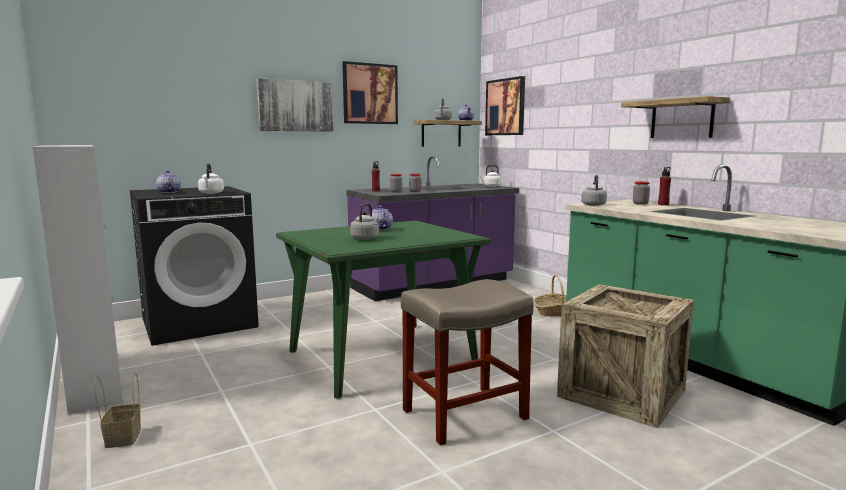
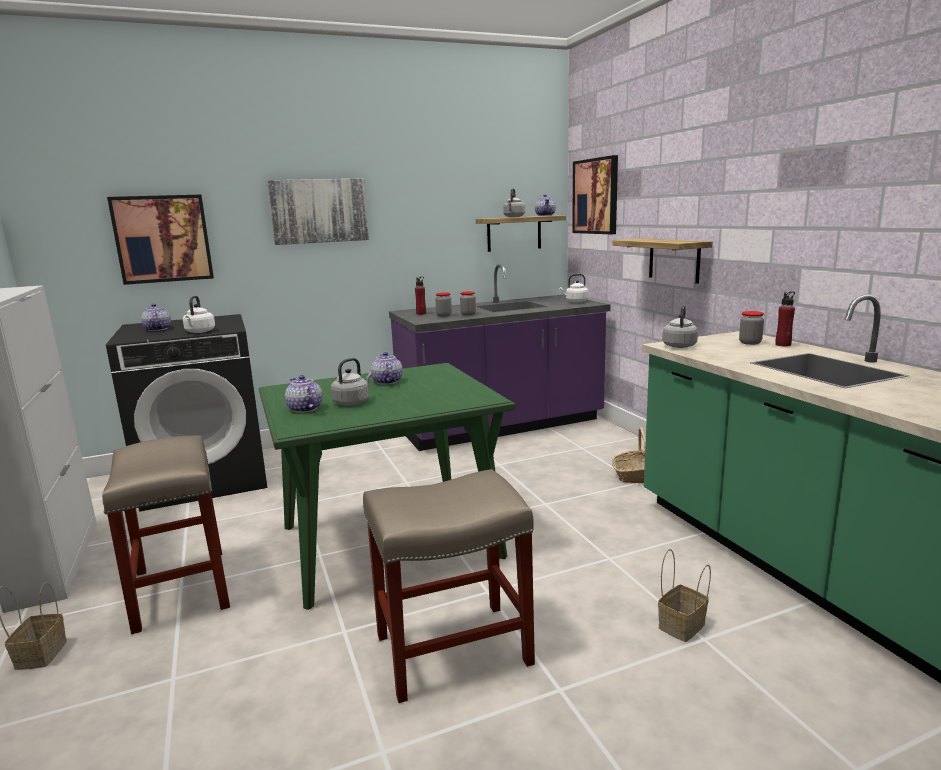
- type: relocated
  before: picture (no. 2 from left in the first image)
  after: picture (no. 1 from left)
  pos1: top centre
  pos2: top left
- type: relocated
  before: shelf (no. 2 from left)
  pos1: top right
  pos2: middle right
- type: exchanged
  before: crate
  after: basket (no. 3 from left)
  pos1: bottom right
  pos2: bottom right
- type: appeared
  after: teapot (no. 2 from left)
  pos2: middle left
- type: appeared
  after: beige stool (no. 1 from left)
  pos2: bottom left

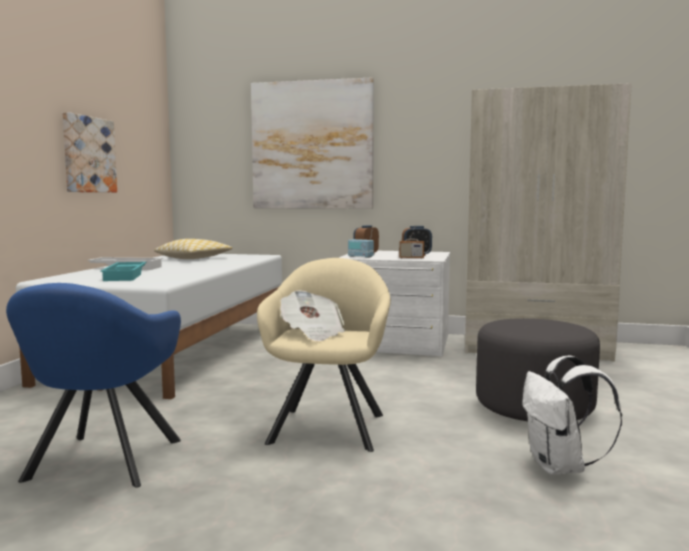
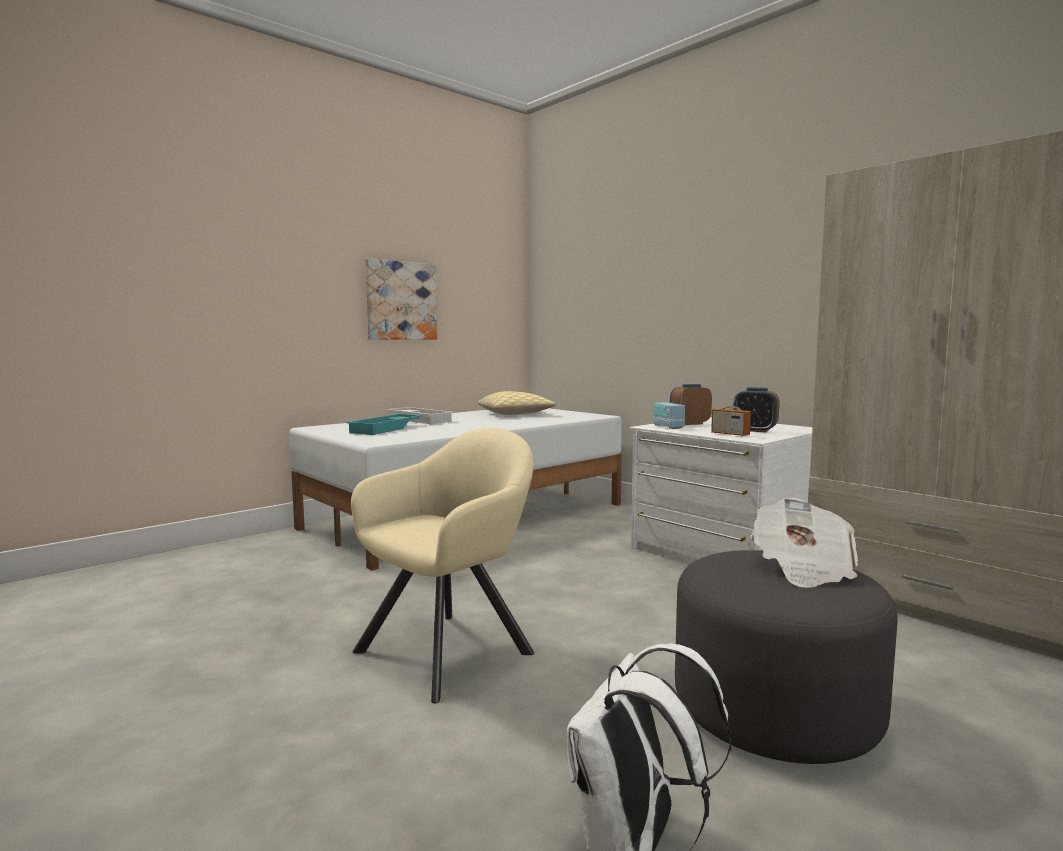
- type: missing
  before: picture (no. 2 from left)
  pos1: top centre
- type: missing
  before: blue armchair
  pos1: bottom left
- type: relocated
  before: newspaper
  pos1: centre
  pos2: middle right

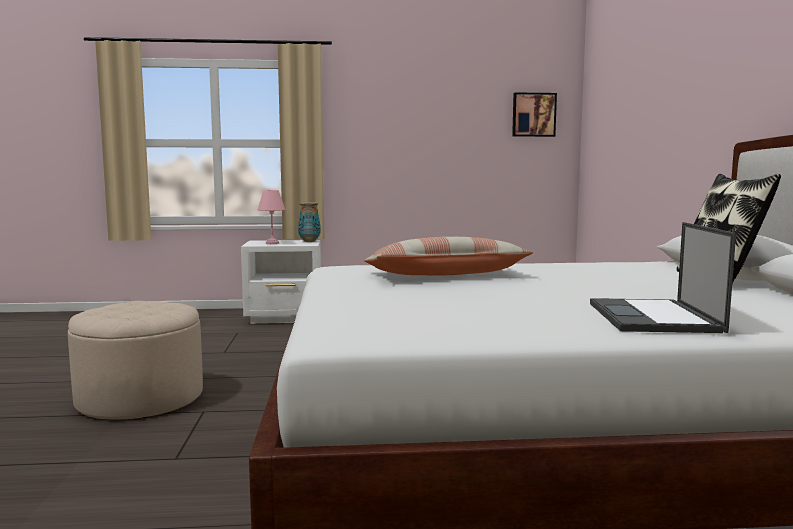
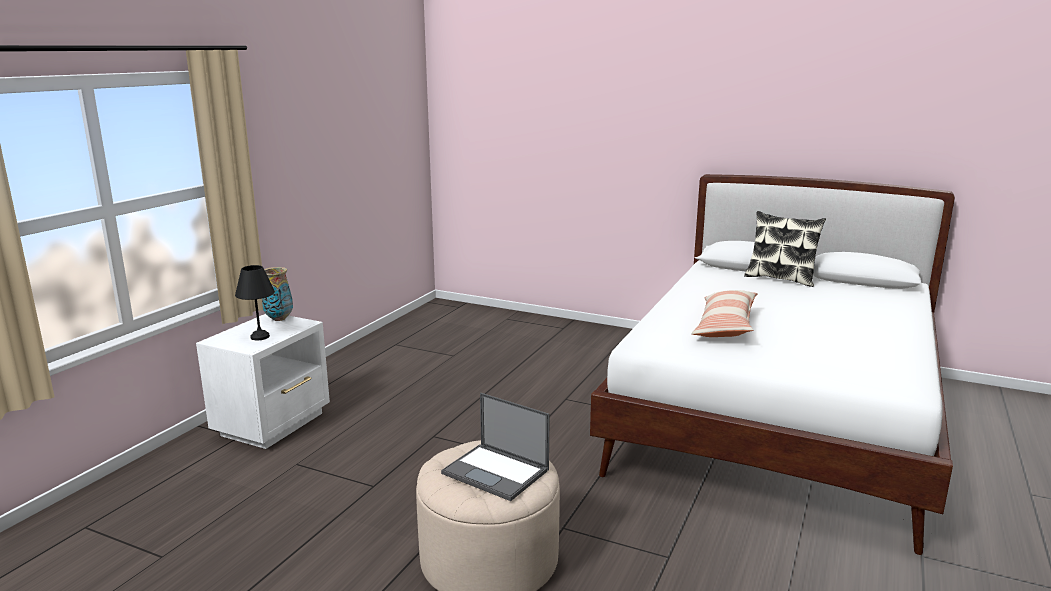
- type: missing
  before: picture
  pos1: top right
- type: colour
  before: pink table lamp
  after: black table lamp
  pos1: centre
  pos2: middle left
- type: relocated
  before: laptop
  pos1: middle right
  pos2: bottom centre

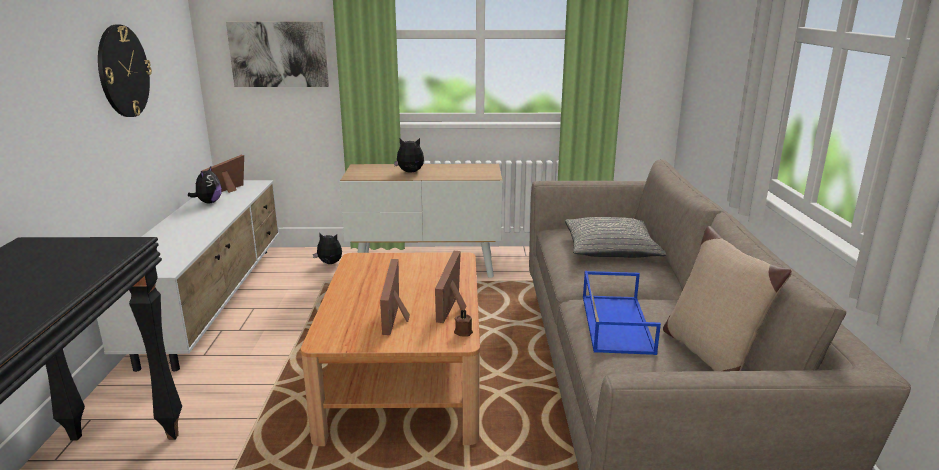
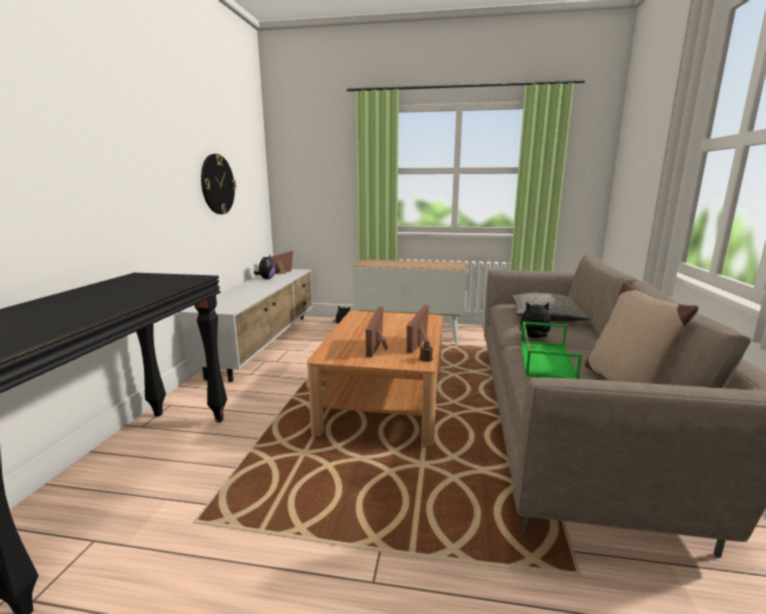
- type: missing
  before: picture
  pos1: top left
- type: relocated
  before: plush toy (no. 3 from left)
  pos1: top centre
  pos2: middle right
- type: colour
  before: blue tray
  after: green tray
  pos1: centre
  pos2: middle right

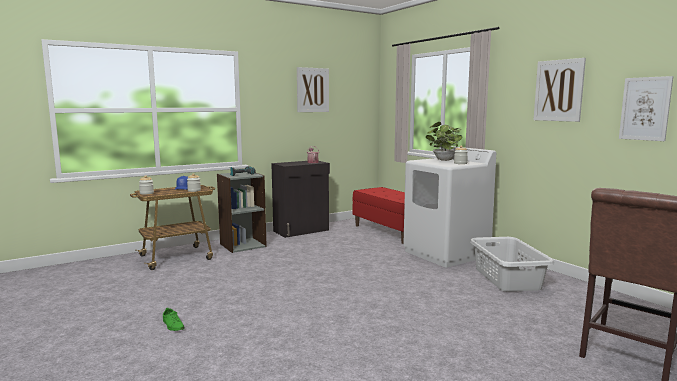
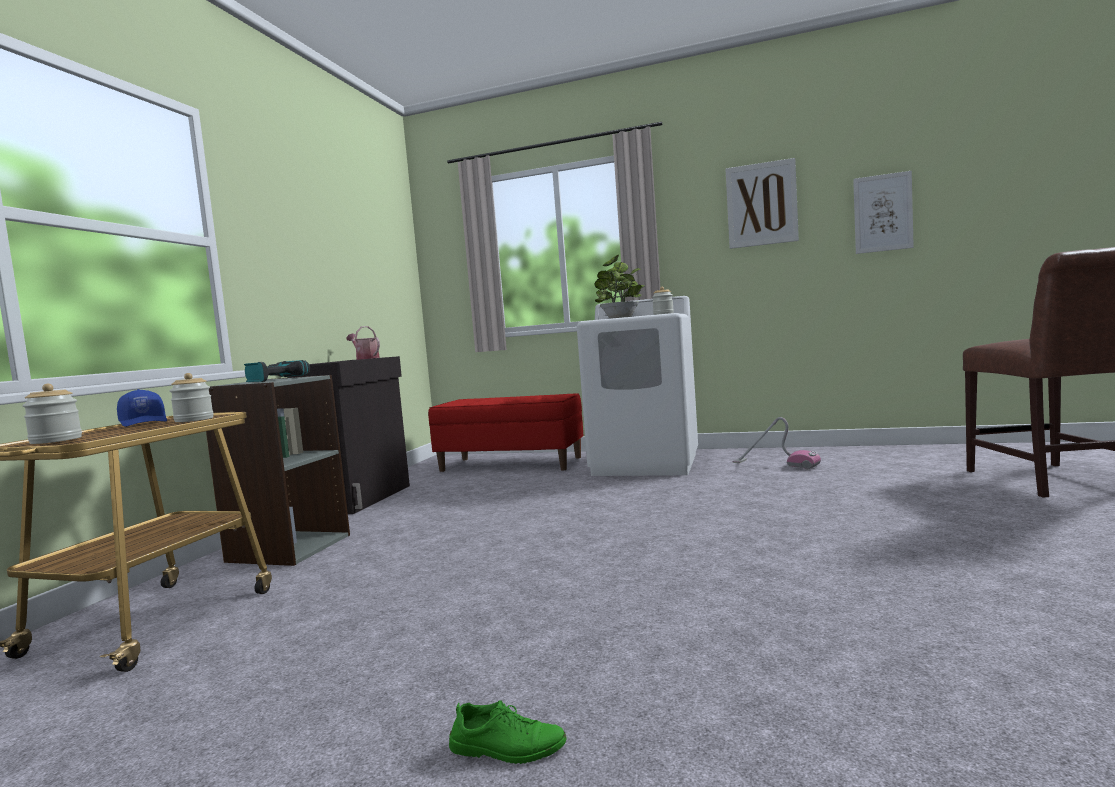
- type: missing
  before: picture (no. 1 from left)
  pos1: top centre
- type: exchanged
  before: grey laundry basket
  after: vacuum cleaner
  pos1: bottom right
  pos2: middle right

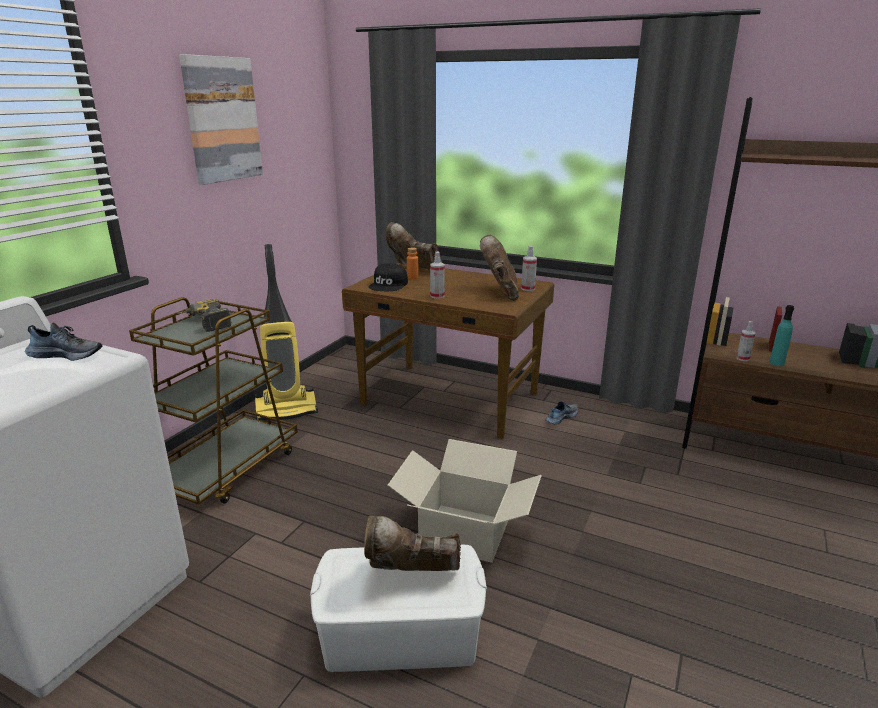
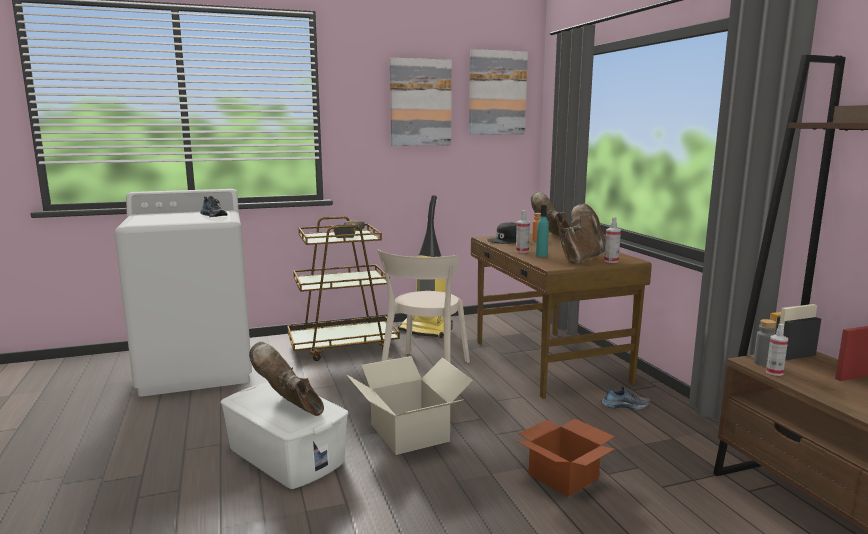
- type: relocated
  before: turquoise bottle
  pos1: middle right
  pos2: centre
- type: appeared
  after: picture (no. 2 from left)
  pos2: top centre
- type: appeared
  after: beige chair
  pos2: centre
- type: appeared
  after: grey bottle
  pos2: middle right
- type: appeared
  after: cardboard box (no. 2 from left)
  pos2: bottom centre

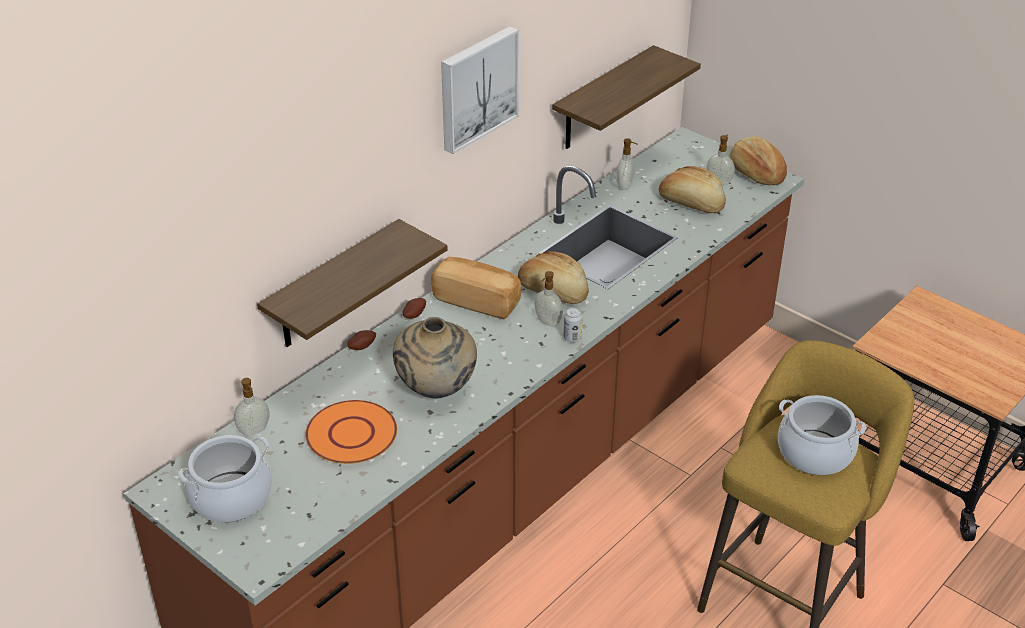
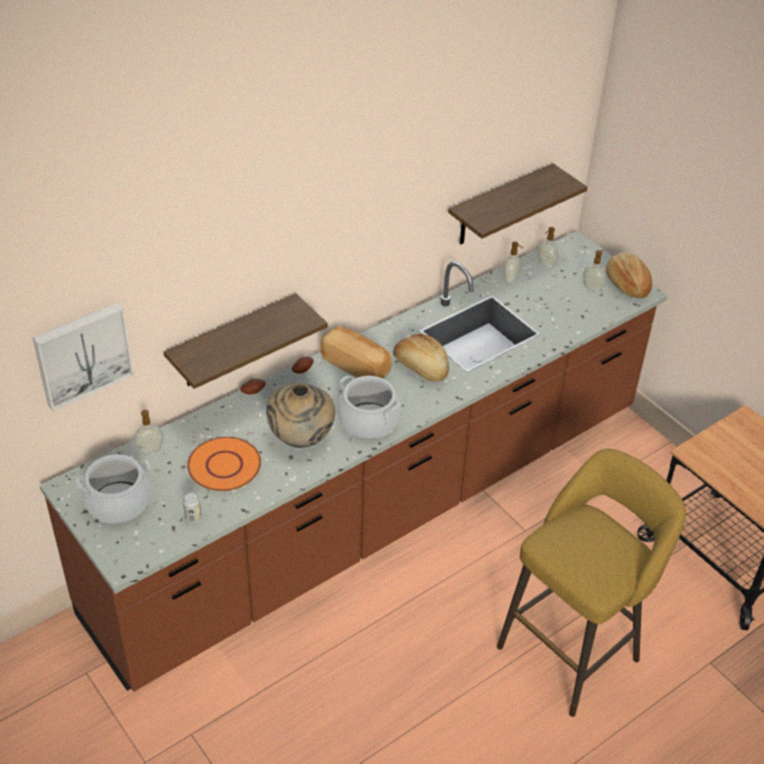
- type: relocated
  before: picture
  pos1: top centre
  pos2: middle left
- type: missing
  before: bread (no. 3 from left)
  pos1: top right
- type: relocated
  before: soap dispenser (no. 2 from left in the first image)
  after: soap dispenser (no. 3 from left)
  pos1: centre
  pos2: top right
- type: relocated
  before: can
  pos1: centre
  pos2: middle left
- type: relocated
  before: cooking pot (no. 2 from left)
  pos1: bottom right
  pos2: centre

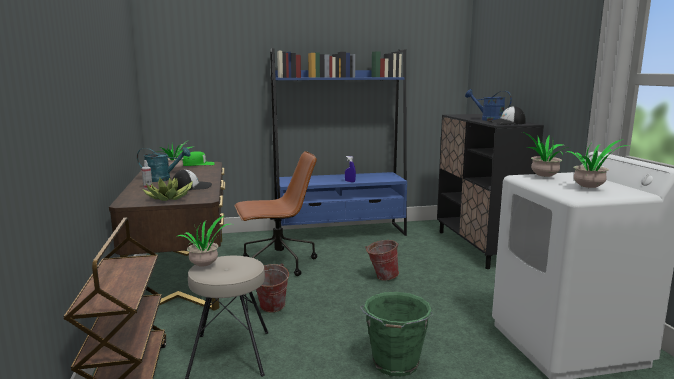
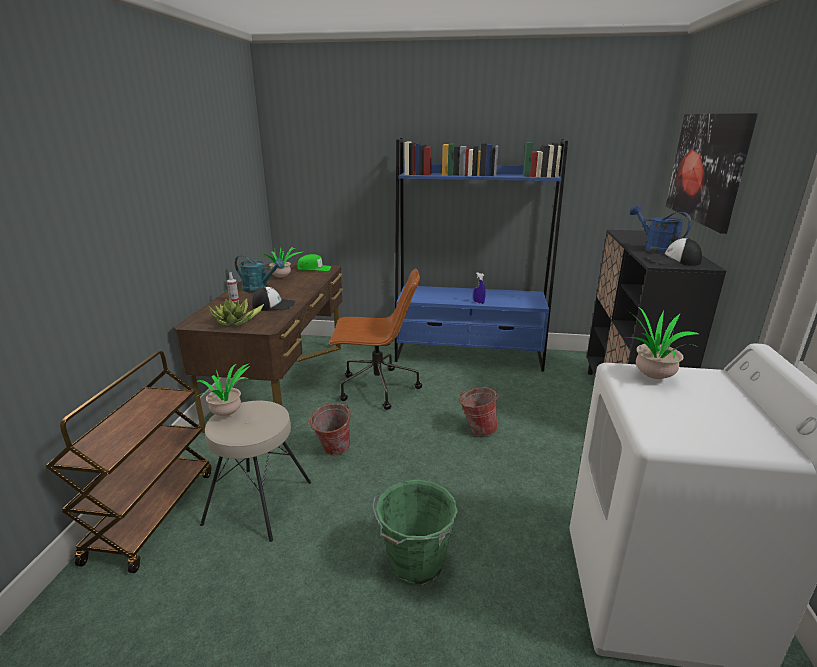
- type: missing
  before: potted plant (no. 5 from left)
  pos1: middle right
- type: appeared
  after: picture
  pos2: top right

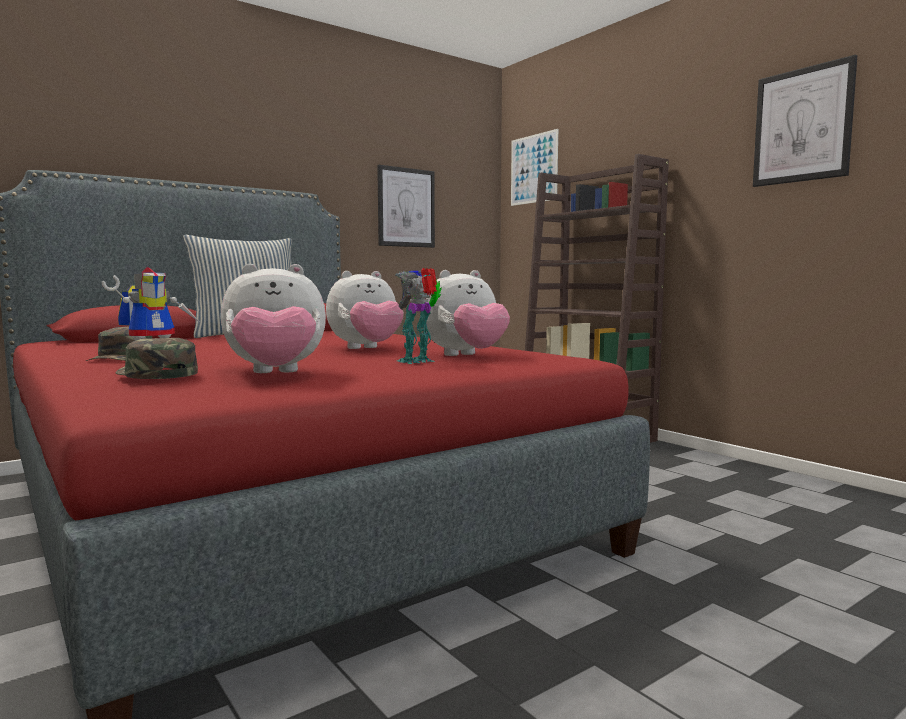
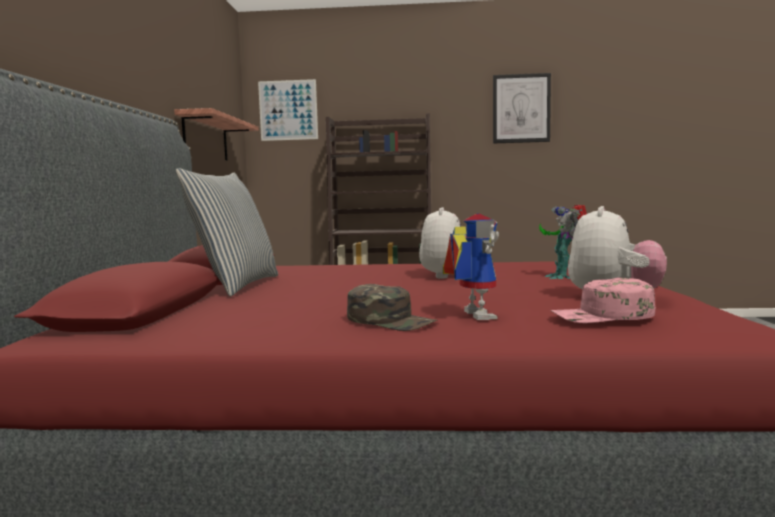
- type: exchanged
  before: picture (no. 1 from left)
  after: shelf
  pos1: top centre
  pos2: top left
- type: missing
  before: plush toy (no. 3 from left)
  pos1: centre
- type: colour
  before: green cap (no. 2 from left)
  after: pink cap
  pos1: middle left
  pos2: middle right

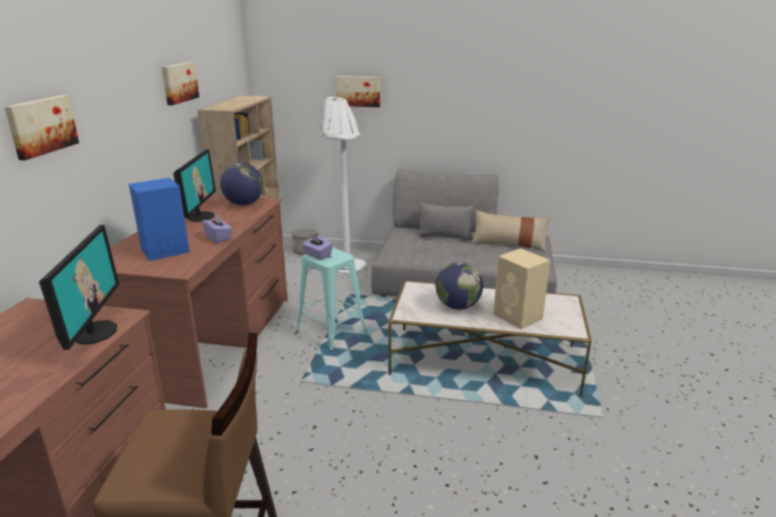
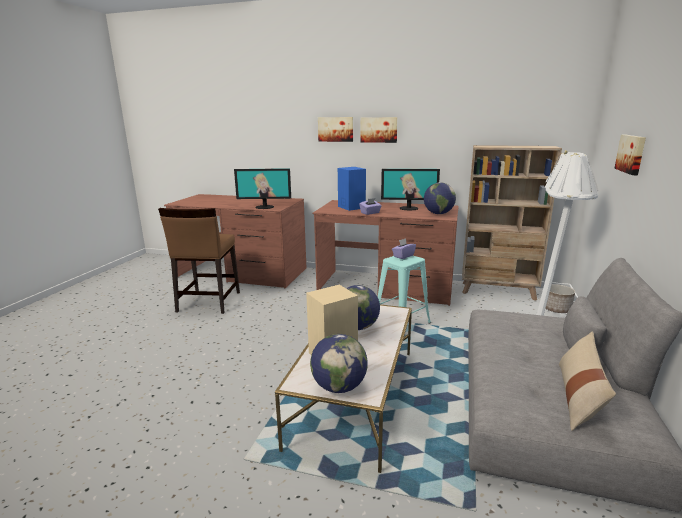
- type: relocated
  before: picture (no. 2 from left)
  pos1: top left
  pos2: top centre
- type: appeared
  after: globe (no. 1 from left)
  pos2: bottom centre

